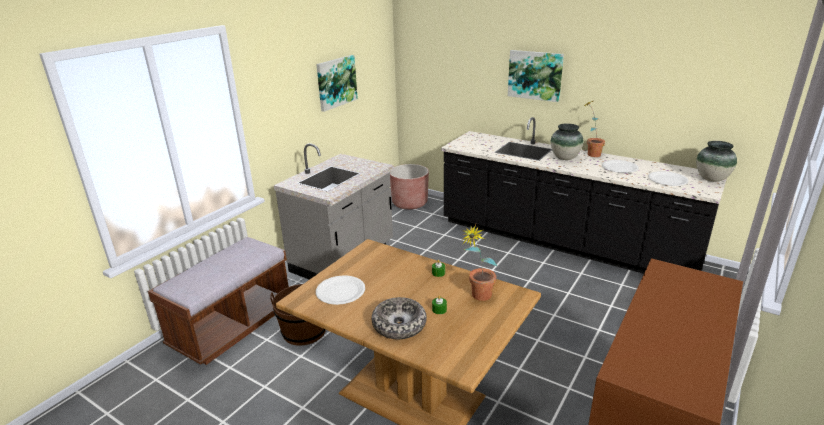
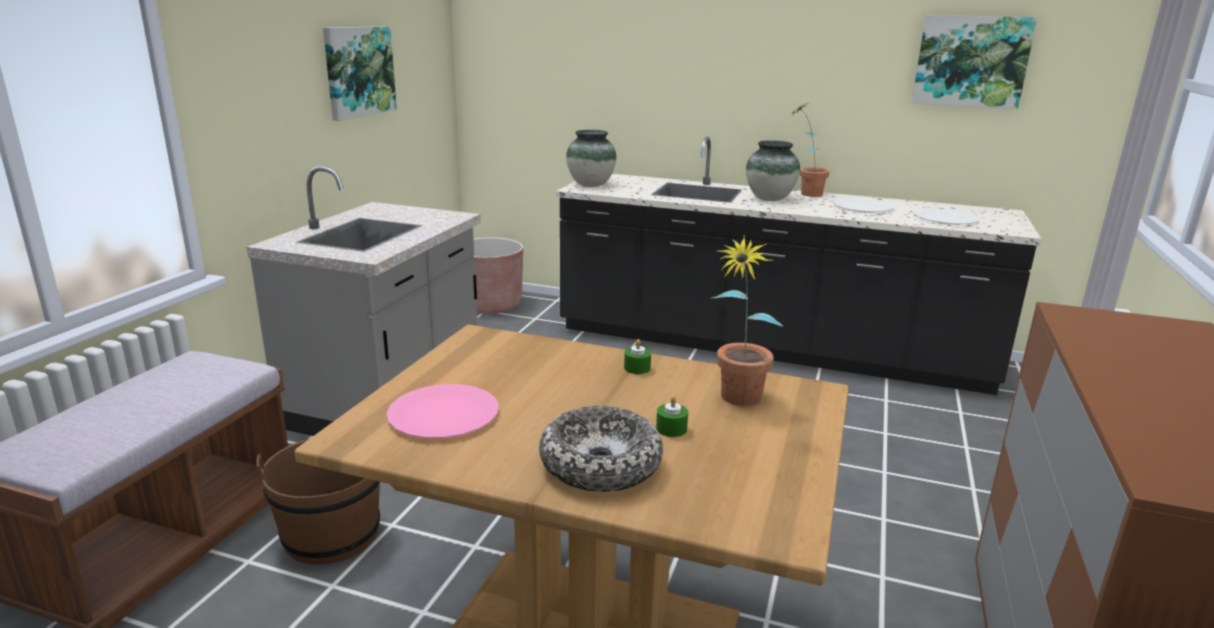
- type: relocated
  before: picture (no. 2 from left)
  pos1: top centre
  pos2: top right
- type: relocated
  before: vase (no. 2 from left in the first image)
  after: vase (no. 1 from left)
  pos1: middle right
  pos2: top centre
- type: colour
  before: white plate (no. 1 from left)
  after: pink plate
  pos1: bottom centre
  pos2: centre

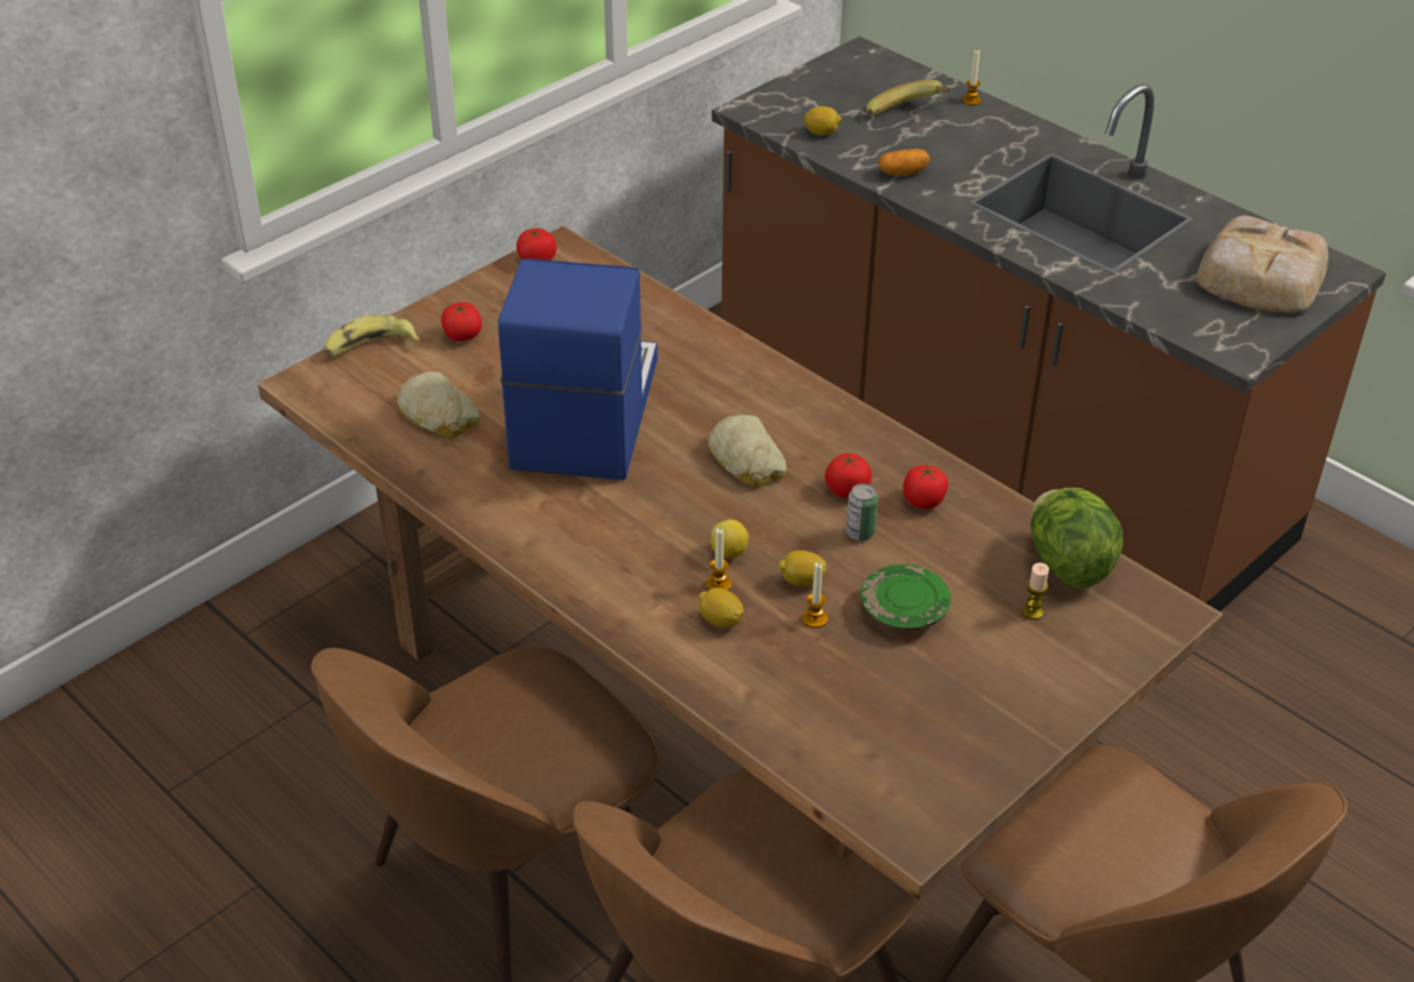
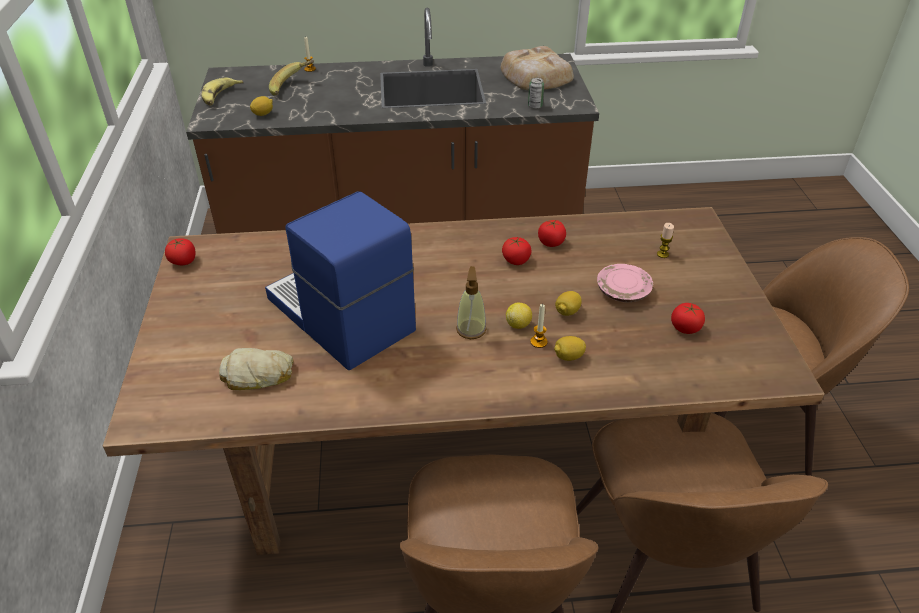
- type: missing
  before: potato
  pos1: top centre
- type: relocated
  before: tomato (no. 1 from left in the first image)
  after: tomato (no. 4 from left)
  pos1: top left
  pos2: middle right
- type: relocated
  before: banana (no. 1 from left)
  pos1: middle left
  pos2: top left
- type: missing
  before: bread (no. 2 from left)
  pos1: centre
- type: relocated
  before: can
  pos1: centre
  pos2: top centre
- type: missing
  before: lettuce
  pos1: middle right
- type: missing
  before: candle (no. 2 from left)
  pos1: centre
- type: colour
  before: green plate
  after: pink plate
  pos1: centre
  pos2: middle right
- type: appeared
  after: soap dispenser
  pos2: centre

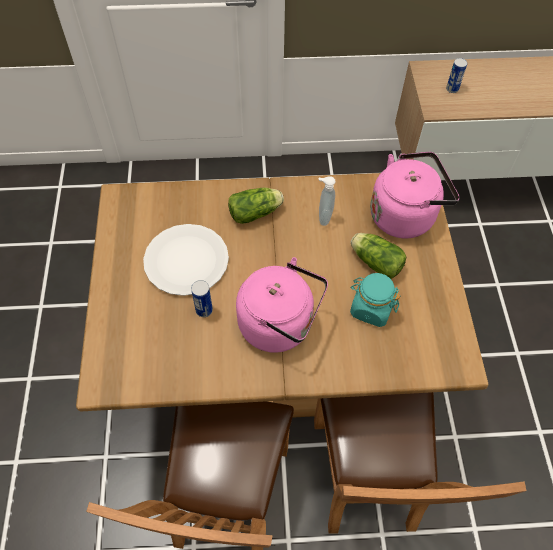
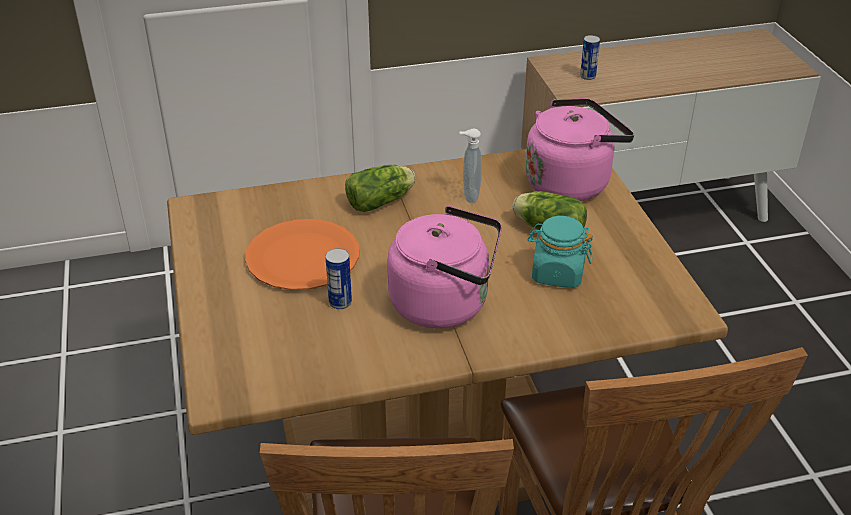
- type: colour
  before: white plate
  after: orange plate
  pos1: centre
  pos2: centre

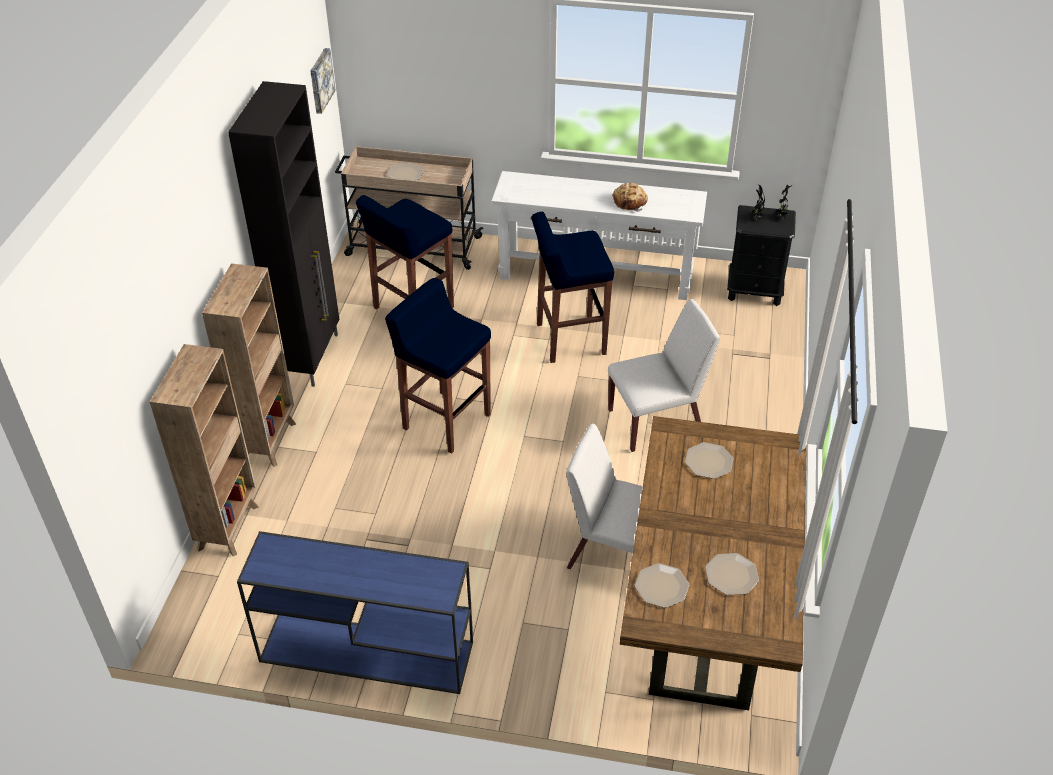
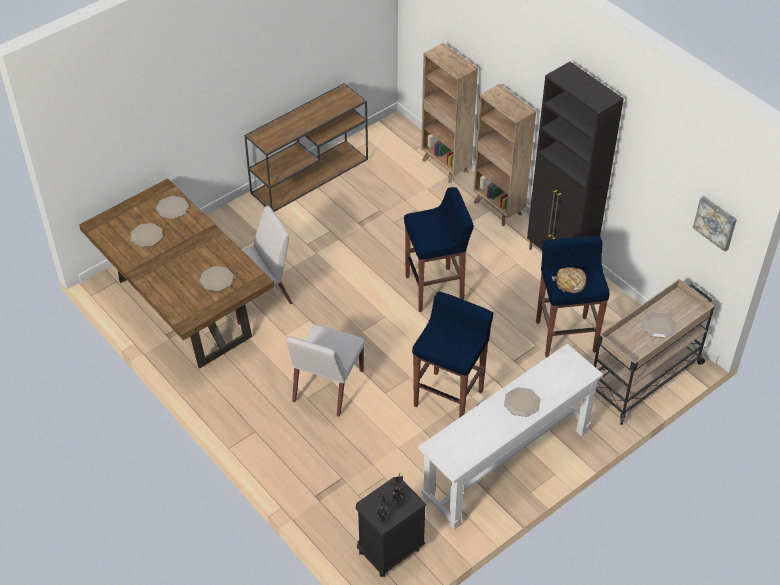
- type: relocated
  before: bread
  pos1: top centre
  pos2: middle right
- type: colour
  before: blue console table
  after: brown console table
  pos1: bottom centre
  pos2: top centre
- type: appeared
  after: plate (no. 4 from left)
  pos2: bottom right

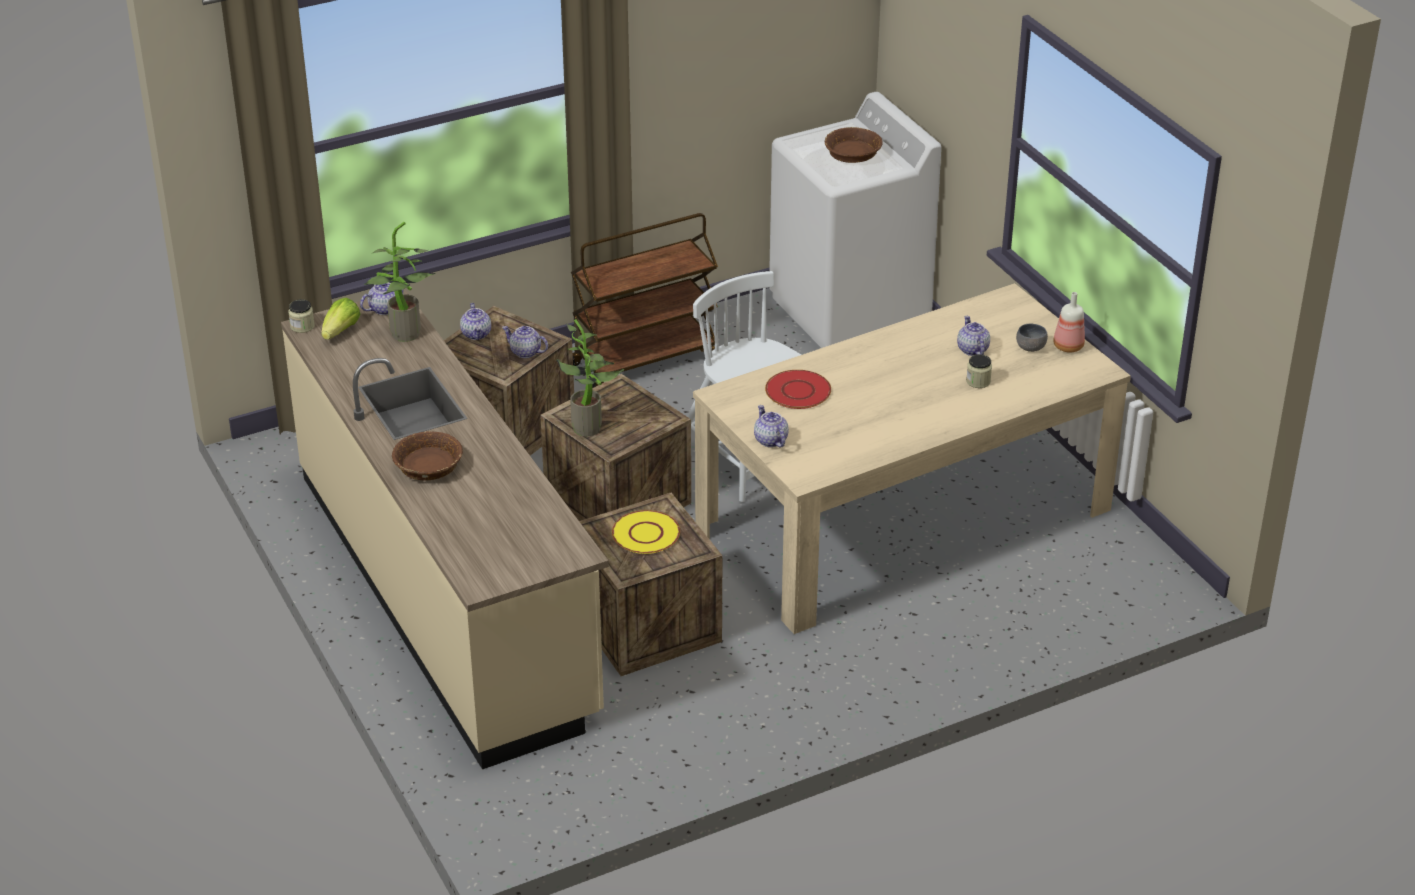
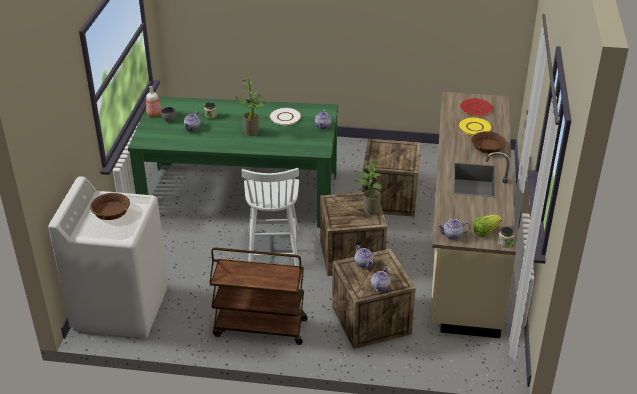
- type: relocated
  before: potted plant (no. 1 from left)
  pos1: top left
  pos2: top centre
- type: colour
  before: beige dining table
  after: green dining table
  pos1: centre
  pos2: centre
- type: relocated
  before: red plate
  pos1: centre
  pos2: top right
- type: relocated
  before: yellow plate
  pos1: centre
  pos2: top right
- type: appeared
  after: white plate
  pos2: top centre

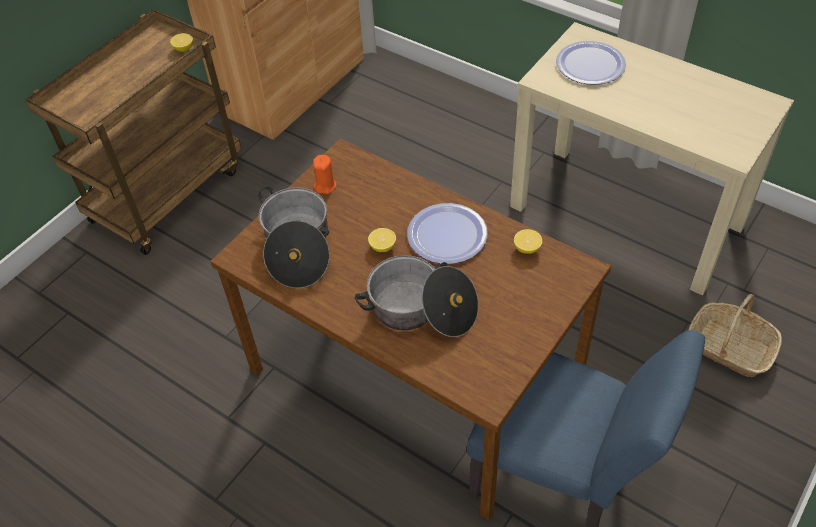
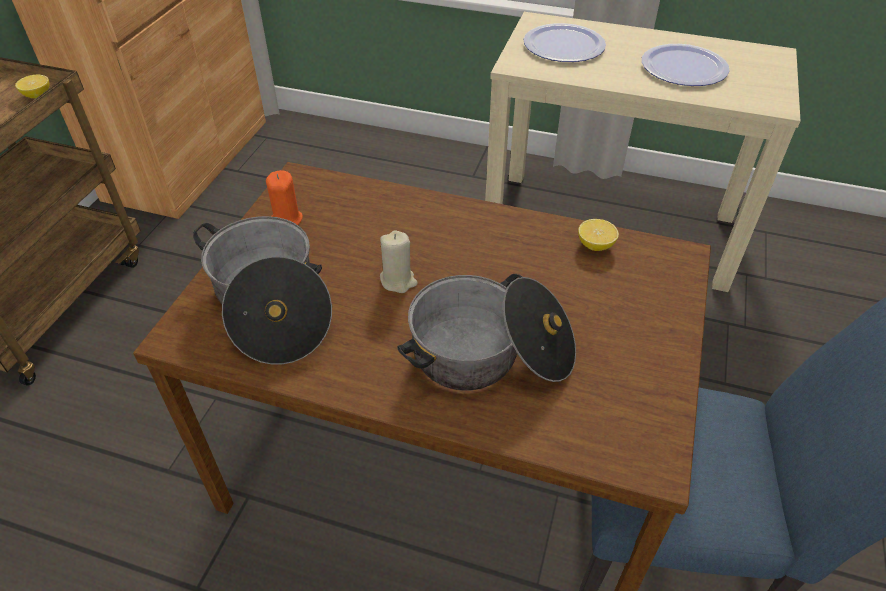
- type: relocated
  before: plate (no. 1 from left in the first image)
  after: plate (no. 2 from left)
  pos1: centre
  pos2: top right
- type: exchanged
  before: lemon (no. 2 from left)
  after: beige candle
  pos1: centre
  pos2: centre
- type: missing
  before: basket
  pos1: middle right

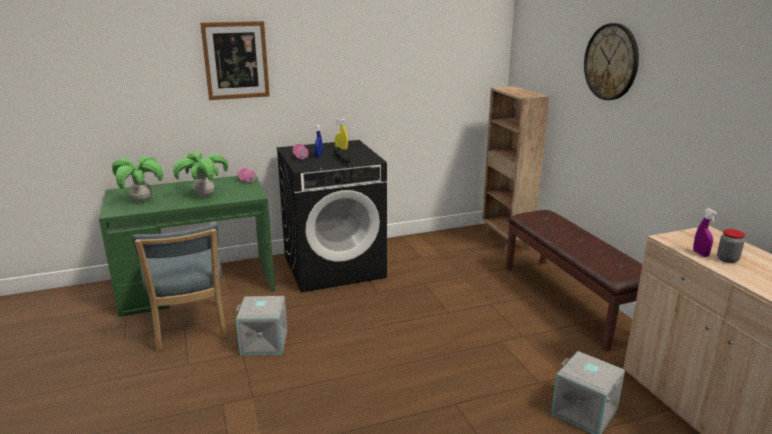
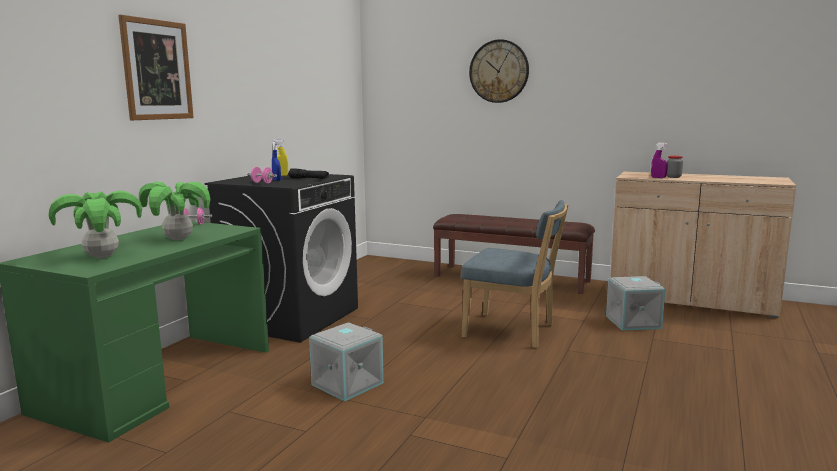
- type: missing
  before: brown bookcase
  pos1: middle right
- type: relocated
  before: blue chair
  pos1: middle left
  pos2: centre

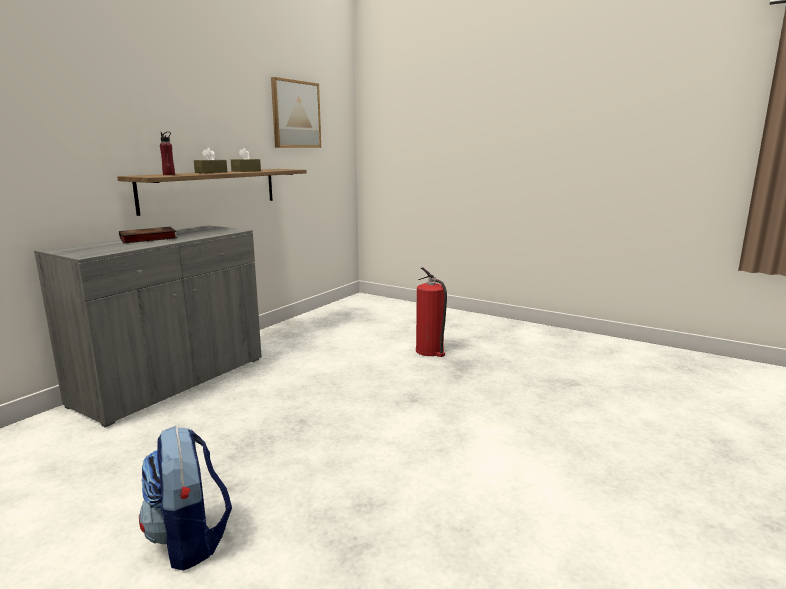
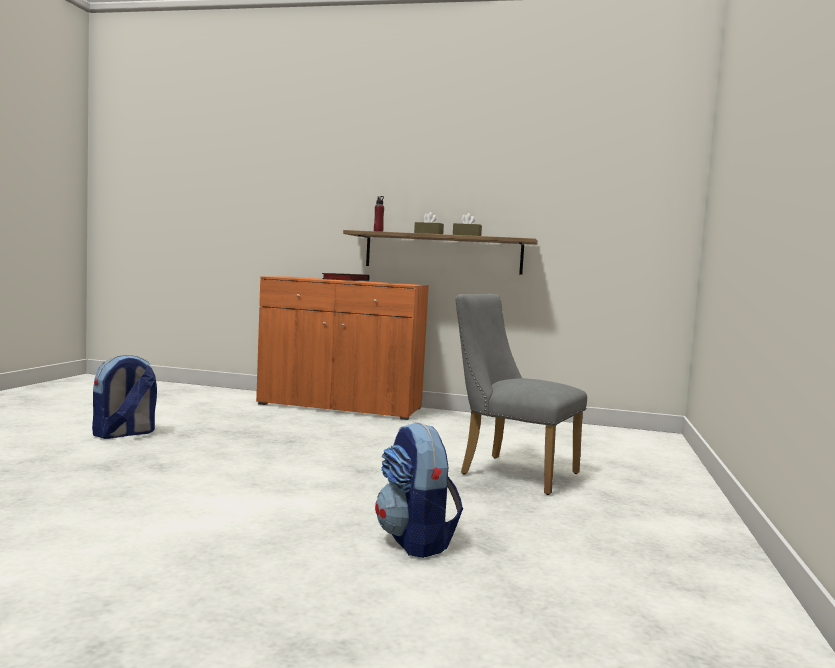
- type: missing
  before: picture
  pos1: top centre
- type: colour
  before: grey cabinet
  after: orange cabinet
  pos1: middle left
  pos2: centre
- type: exchanged
  before: fire extinguisher
  after: grey chair
  pos1: centre
  pos2: centre
- type: appeared
  after: backpack (no. 2 from left)
  pos2: bottom centre

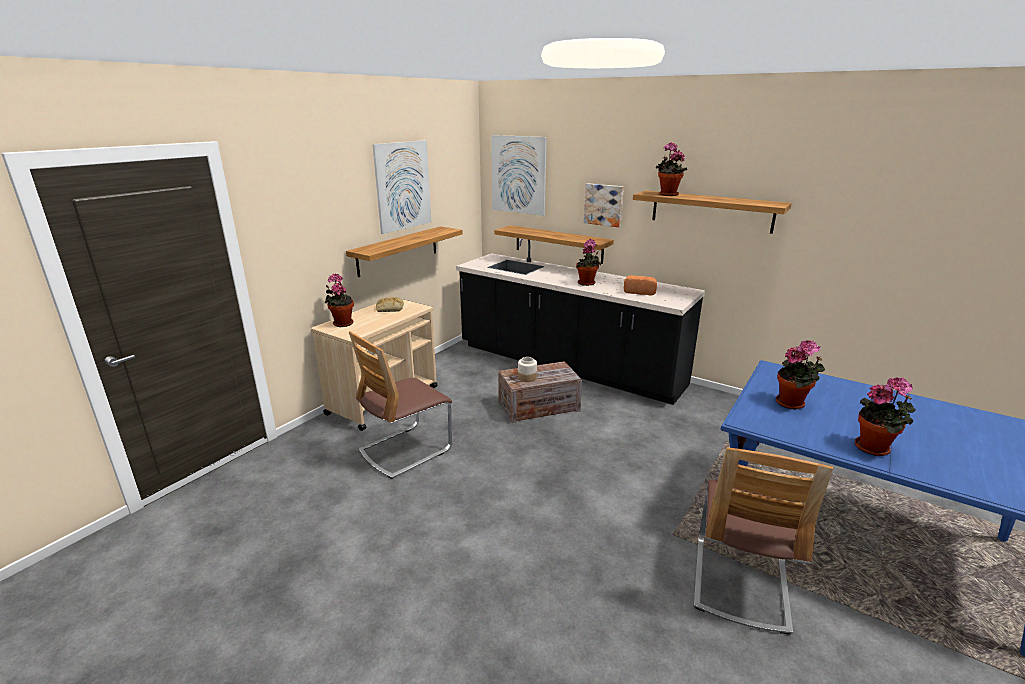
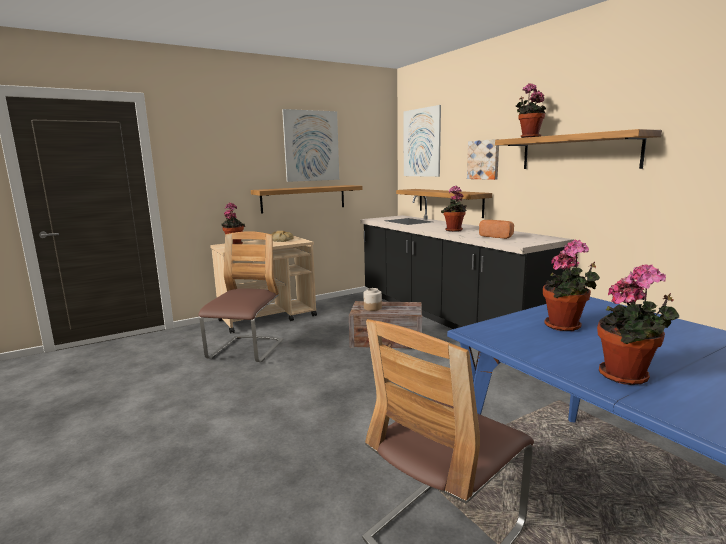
- type: spun
  before: chair (no. 1 from left)
  pos1: centre
  pos2: middle left
  turn: 120

